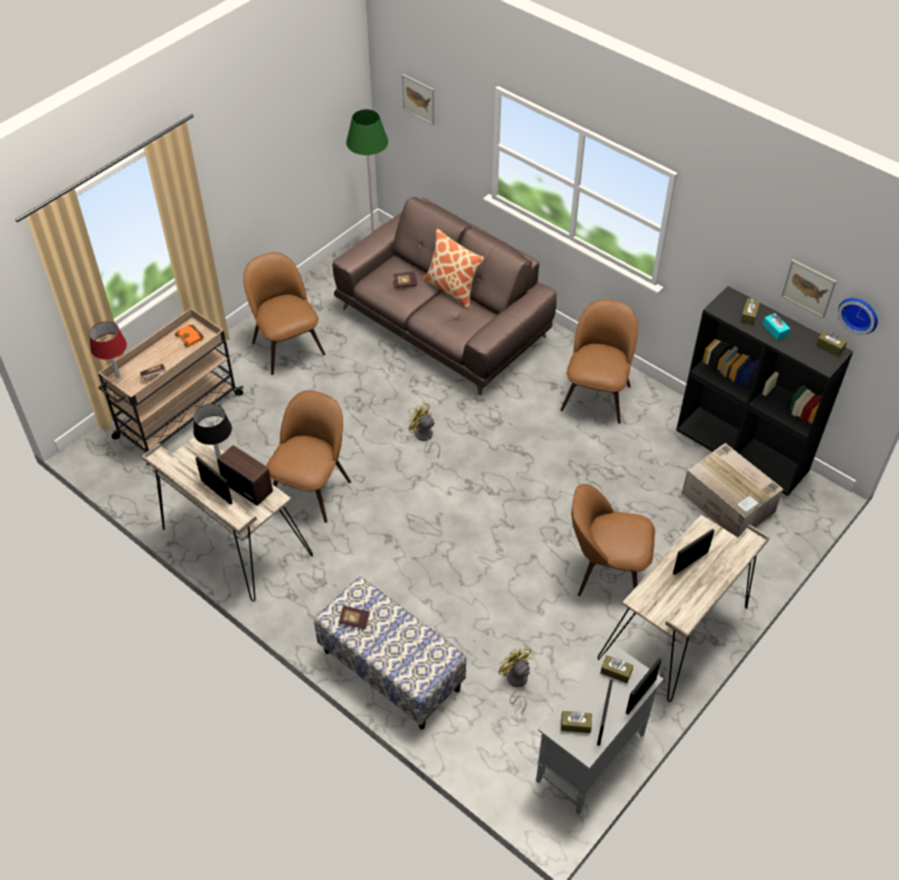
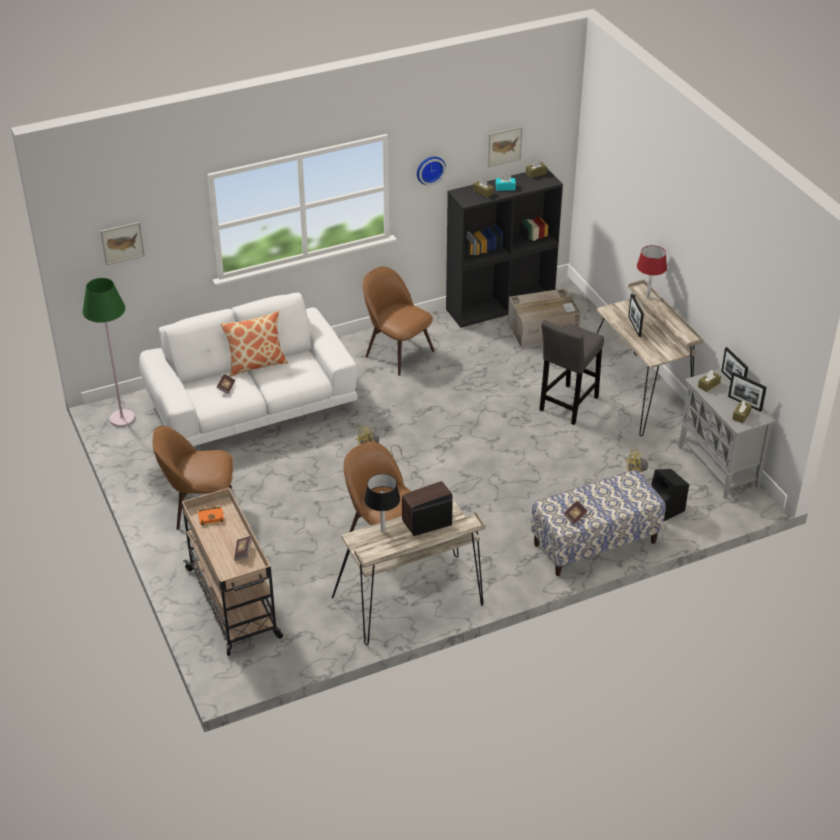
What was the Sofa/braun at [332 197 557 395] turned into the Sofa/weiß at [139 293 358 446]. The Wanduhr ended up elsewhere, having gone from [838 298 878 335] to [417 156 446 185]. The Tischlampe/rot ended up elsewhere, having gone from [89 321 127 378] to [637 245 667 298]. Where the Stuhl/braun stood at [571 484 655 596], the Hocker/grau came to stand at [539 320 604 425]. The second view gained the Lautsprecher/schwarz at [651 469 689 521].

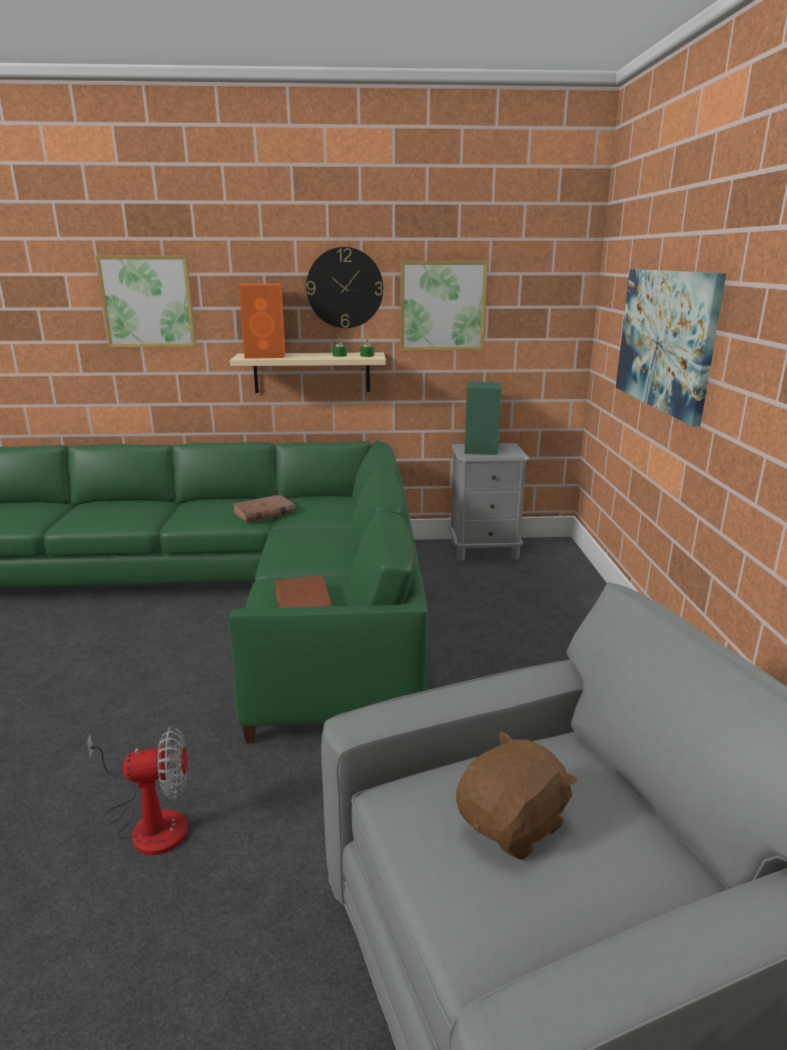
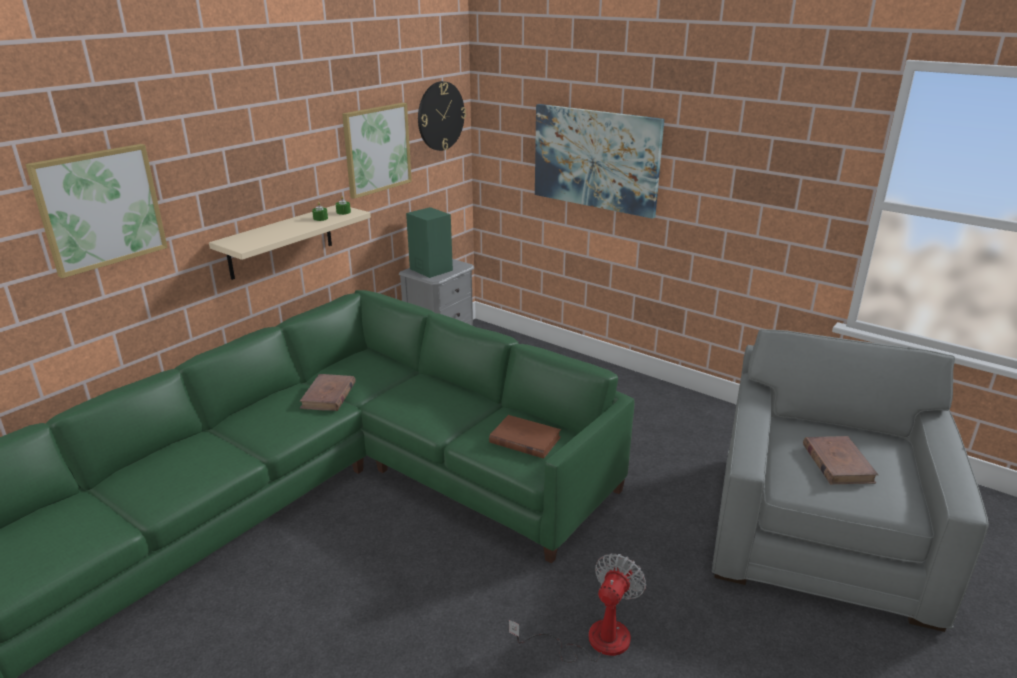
The Wanduhr ended up elsewhere, having gone from [306 247 383 328] to [418 81 466 151]. The second view lost the Lautsprecher/orange at [239 283 285 359]. Where the Plüschtier/braun stood at [456 731 578 860], the Buch/braun came to stand at [803 436 878 484].

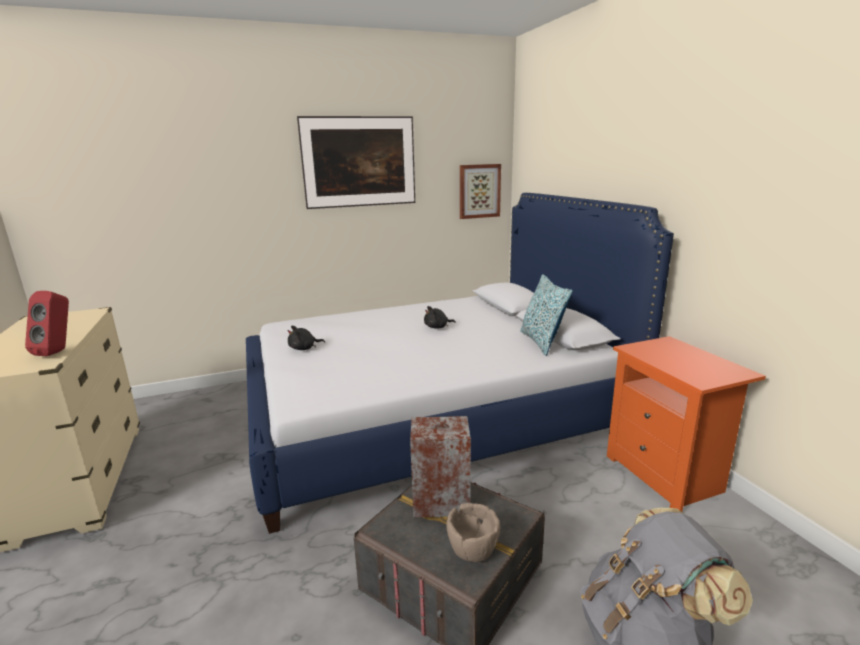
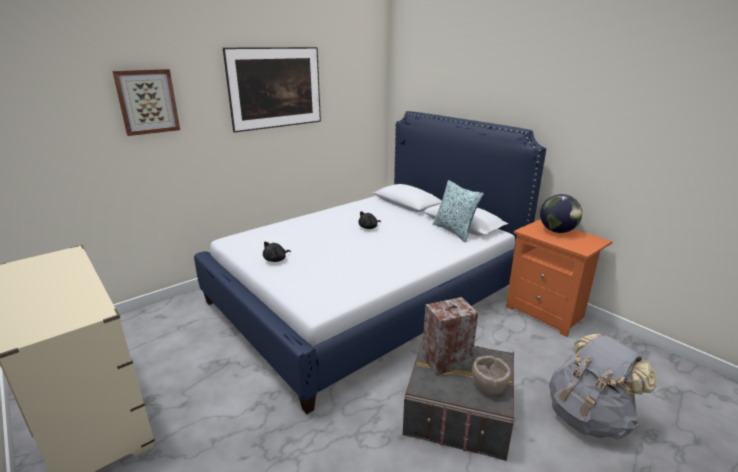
The Bild ended up elsewhere, having gone from [460 164 501 219] to [113 69 180 136]. The second view lost the Lautsprecher/rot at [25 291 69 356]. The second view gained the Globus at [540 194 582 233].

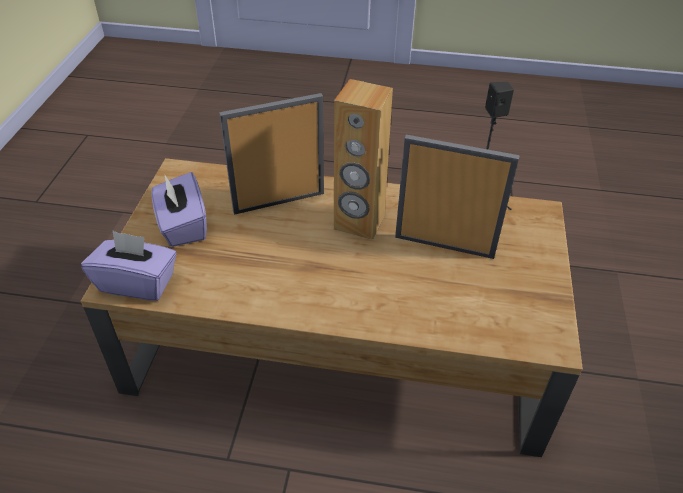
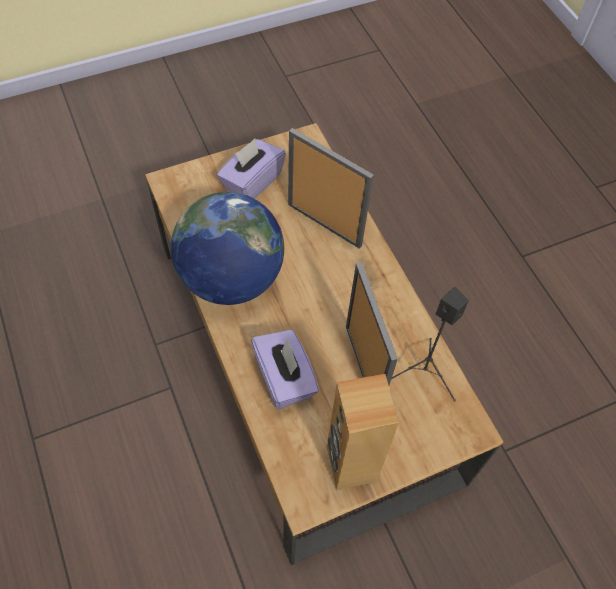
The Lautsprecher/braun ended up elsewhere, having gone from [334 79 393 240] to [327 374 399 490]. The Taschentuchbox/lila ended up elsewhere, having gone from [81 231 177 301] to [251 330 319 409]. The second view gained the Globus at [171 192 284 305].

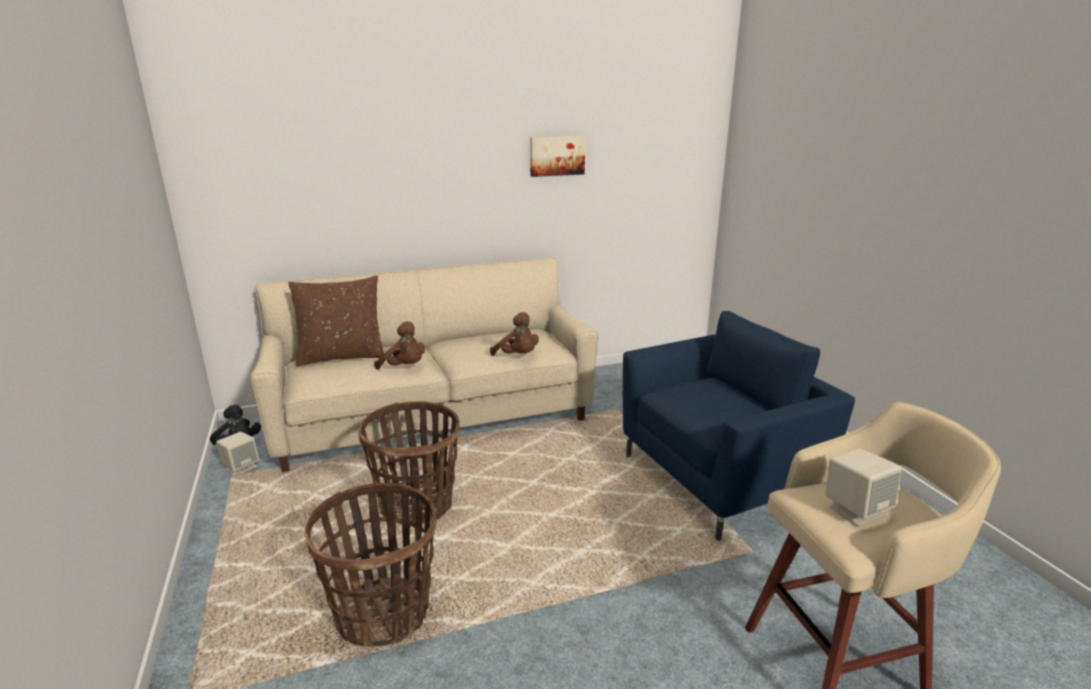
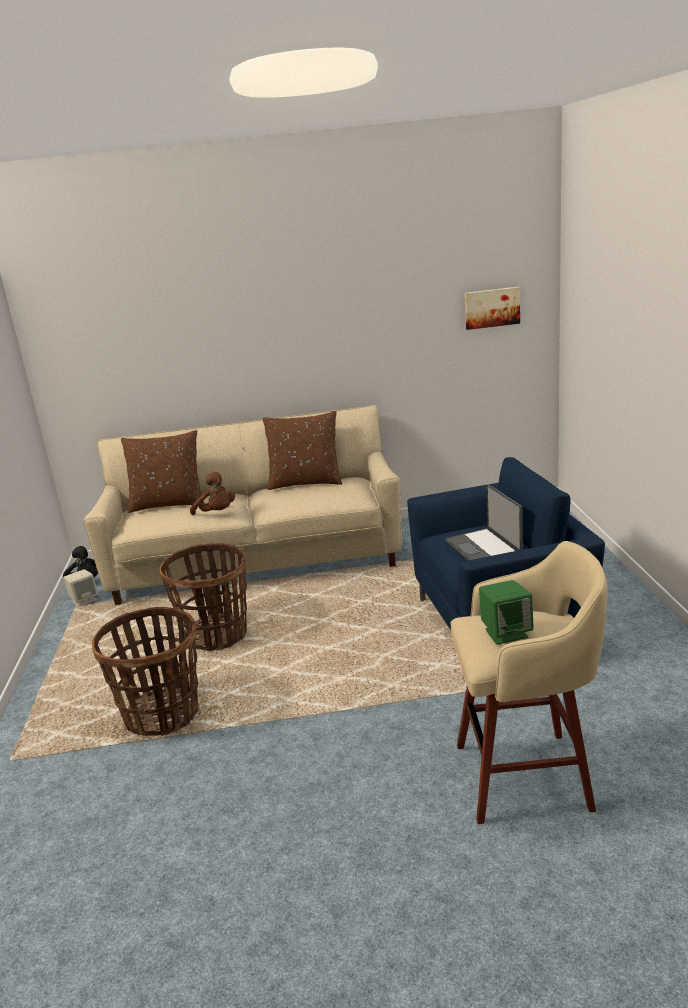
The Bild ended up elsewhere, having gone from [530 136 585 177] to [465 287 520 330]. The second view lost the Plüschtier/braun at [490 312 539 356]. What was the Lautsprecher/beige at [826 448 902 526] turned into the Lautsprecher/grün at [479 580 534 645]. The second view gained the Kissen/braun at [262 411 342 490]. The second view gained the Laptop at [445 484 523 560].

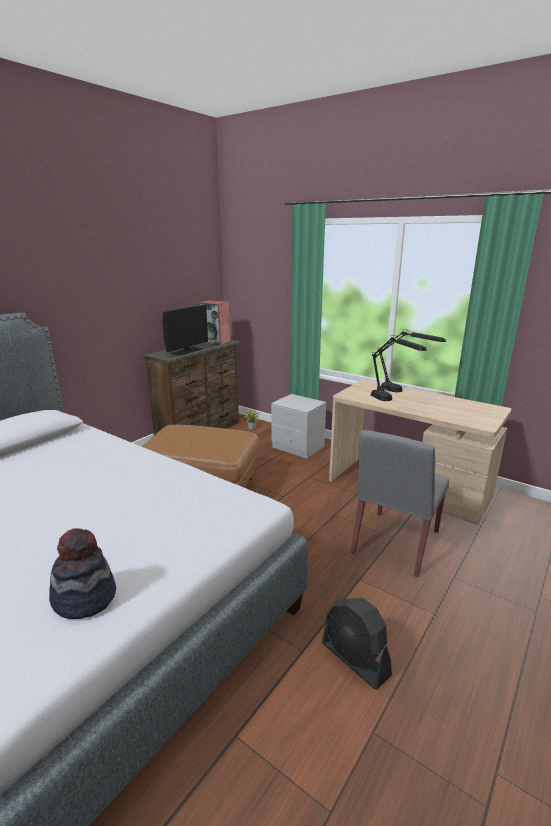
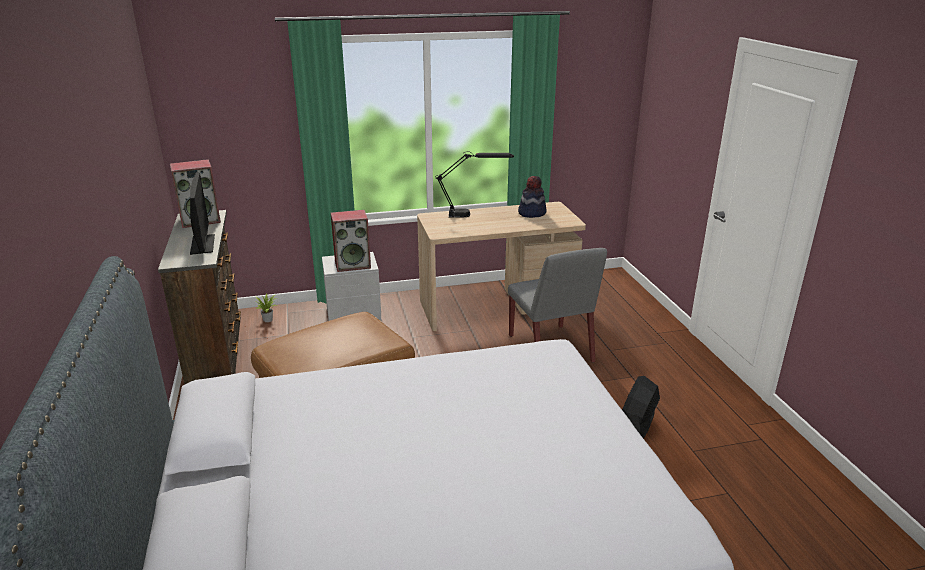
The second view lost the Tischlampe/schwarz at [370 335 427 401]. The Hut ended up elsewhere, having gone from [49 528 116 619] to [518 176 547 218]. The Ventilator/schwarz at [322 598 392 690] ended up facing another way, 120 degrees clockwise from before. The second view gained the Lautsprecher at [331 210 371 272].

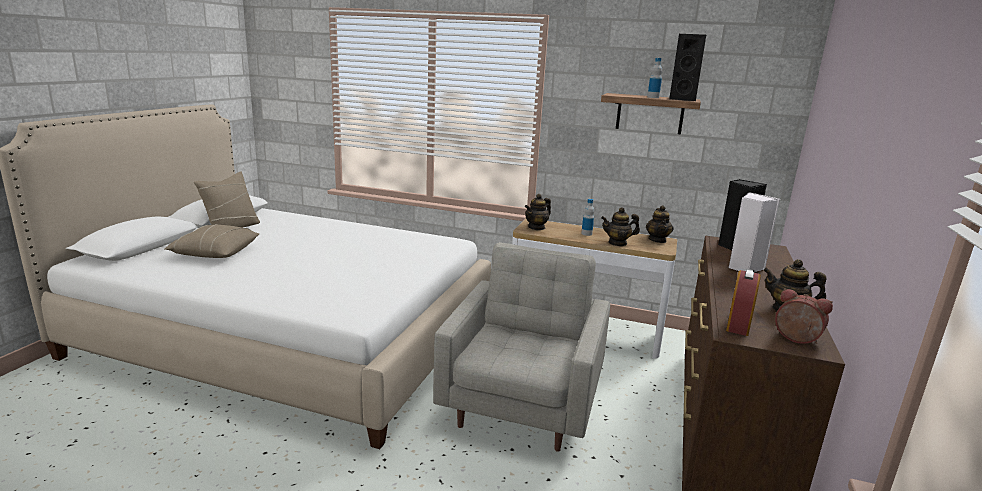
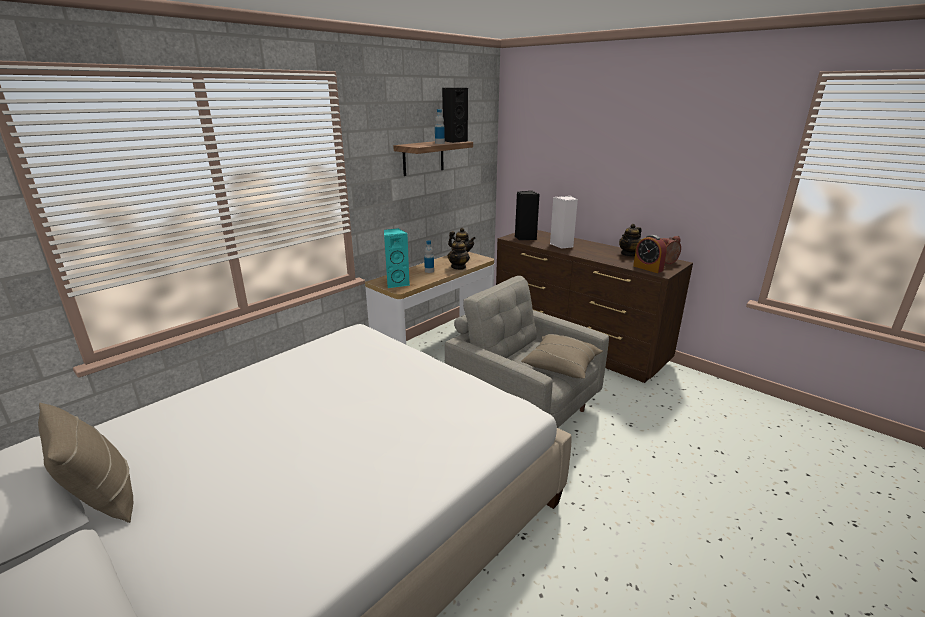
Where the Teekanne stood at [525 194 551 230], the Lautsprecher/türkis came to stand at [384 228 410 288]. The Kissen/beige ended up elsewhere, having gone from [165 224 259 258] to [521 334 603 379].

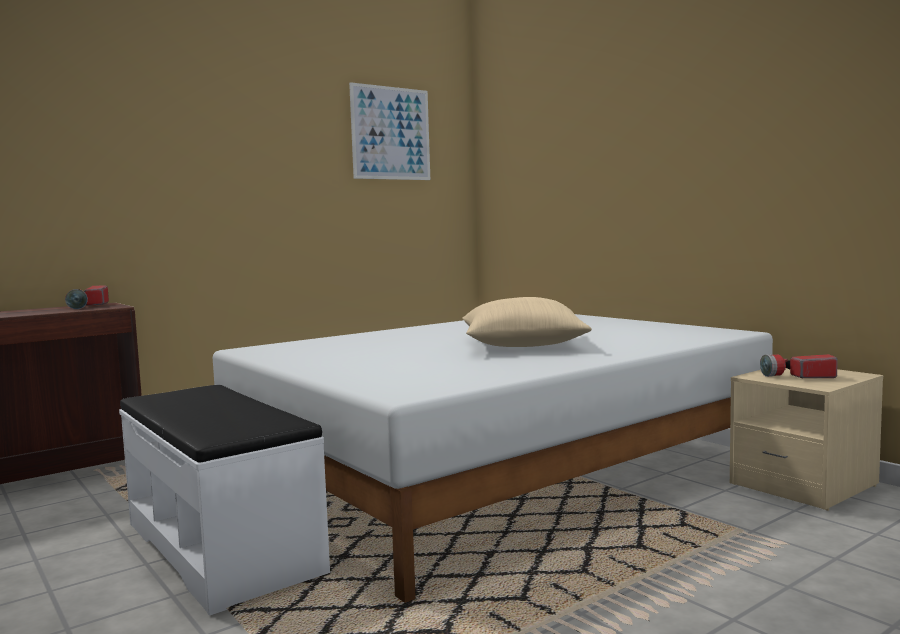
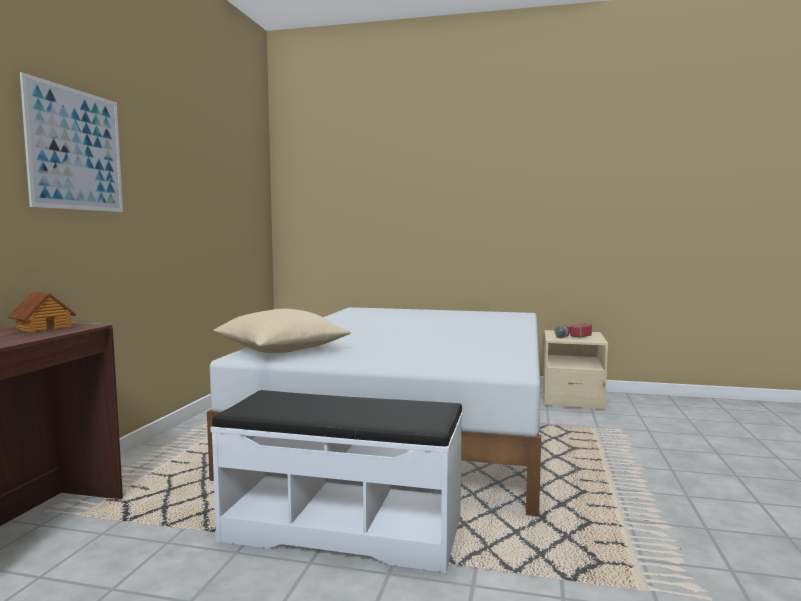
The Bild ended up elsewhere, having gone from [349 82 430 180] to [20 72 123 212]. Where the Taschenlampe stood at [65 285 109 309], the Spielzeughaus came to stand at [8 291 76 332]. The Kissen/beige ended up elsewhere, having gone from [462 297 592 347] to [213 309 350 353].

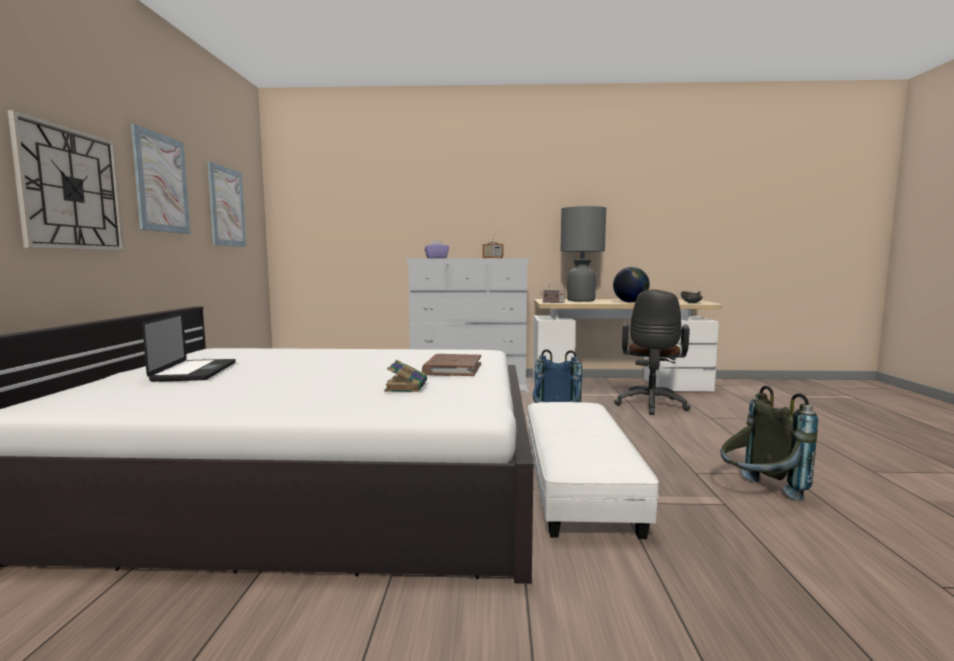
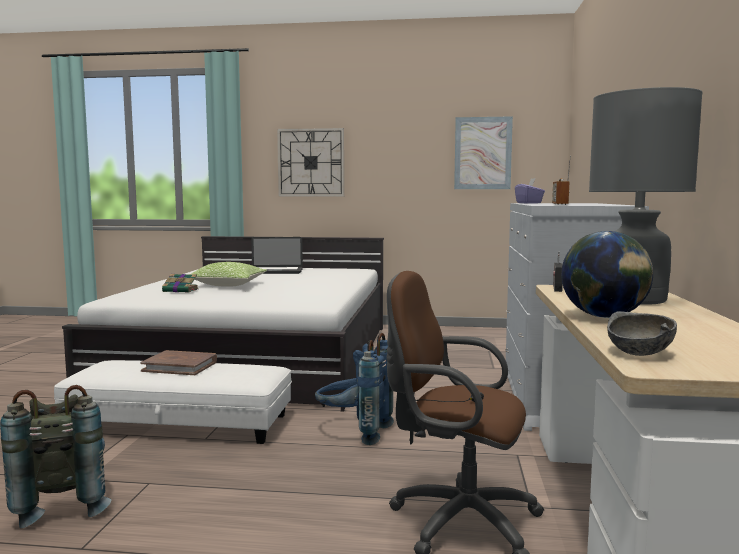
The second view lost the Bild at [131 124 190 234]. The Buch/braun ended up elsewhere, having gone from [422 354 481 376] to [140 350 217 375]. The second view gained the Kissen at [189 262 267 287].

